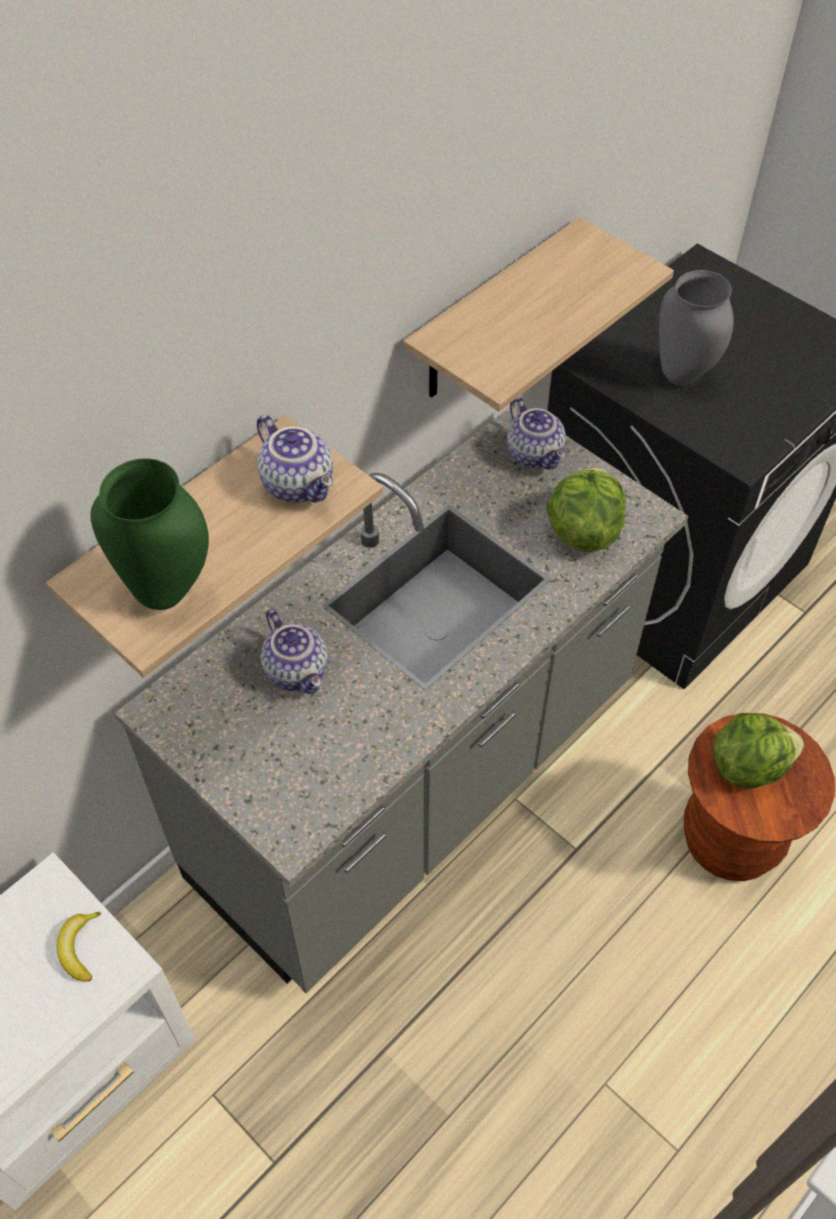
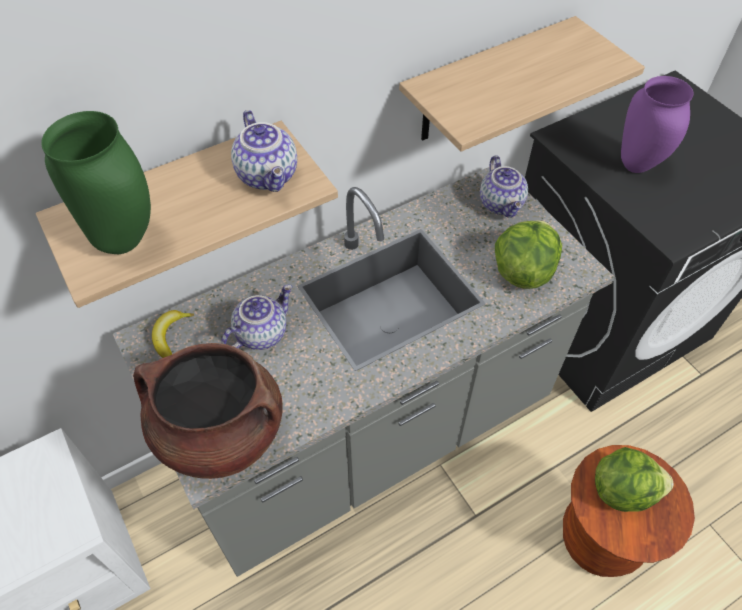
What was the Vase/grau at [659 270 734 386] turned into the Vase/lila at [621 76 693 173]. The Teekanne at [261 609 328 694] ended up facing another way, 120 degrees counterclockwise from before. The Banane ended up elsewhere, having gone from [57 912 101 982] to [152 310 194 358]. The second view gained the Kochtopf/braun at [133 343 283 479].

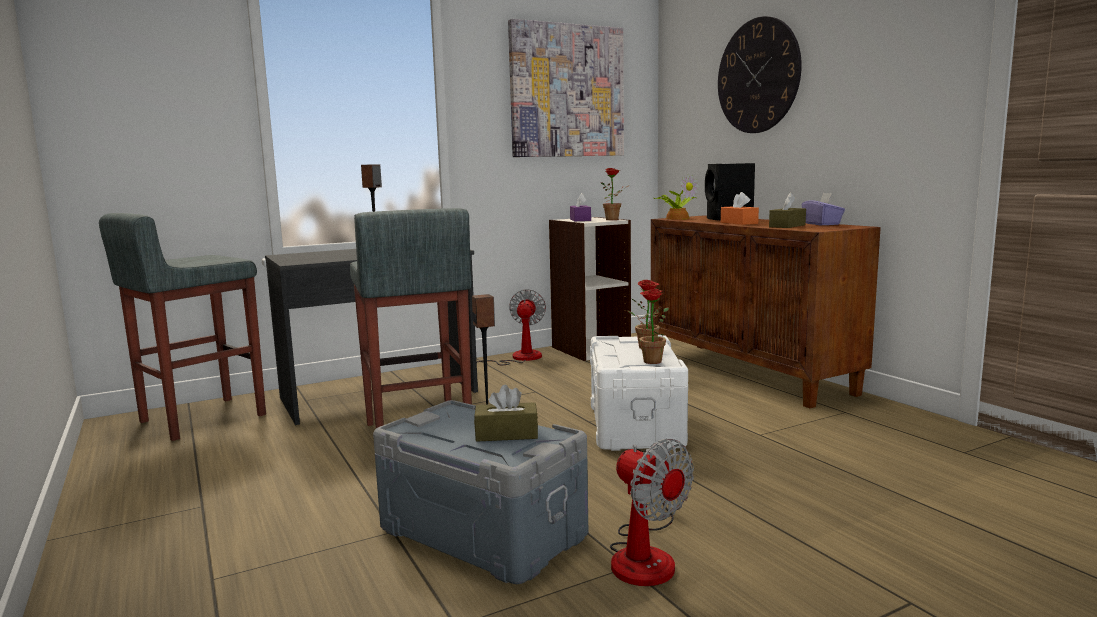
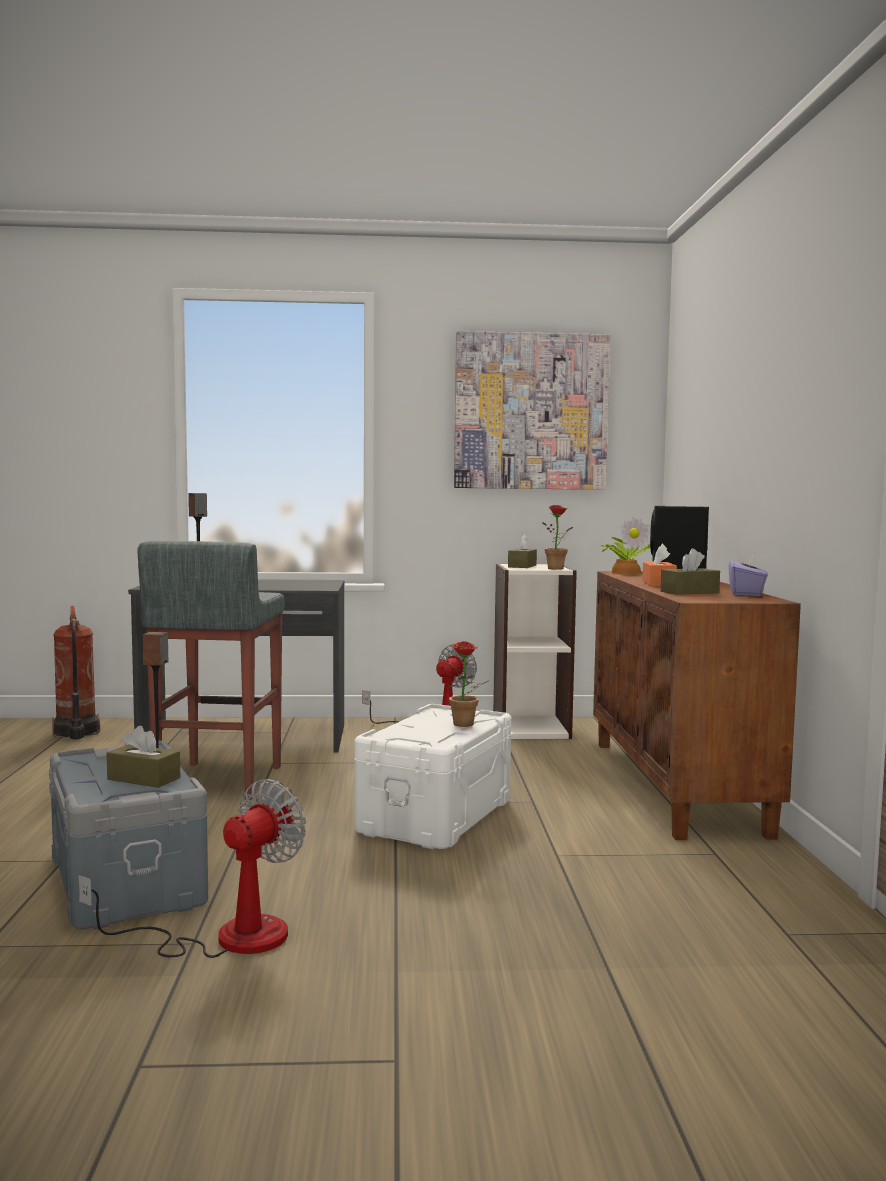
The second view lost the Wanduhr at [718 16 802 133]. What was the Taschentuchbox/lila at [570 193 591 221] turned into the Taschentuchbox/braun at [508 534 537 568]. Where the Hocker/grau stood at [99 213 266 441], the Feuerlöscher came to stand at [52 606 100 739]. The second view lost the Topfpflanze at [627 289 669 364]. The Ventilator at [610 439 694 586] ended up facing another way, 135 degrees counterclockwise from before.

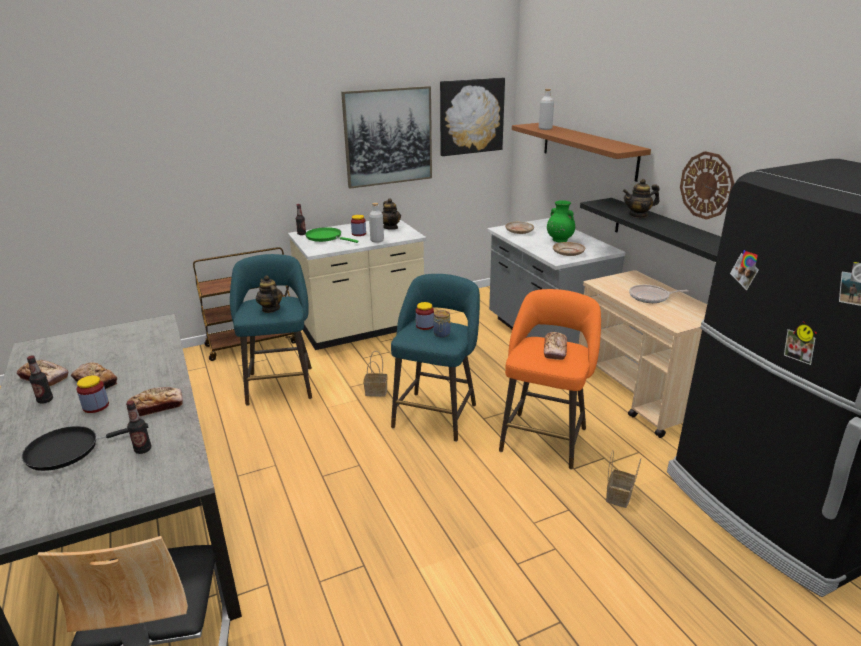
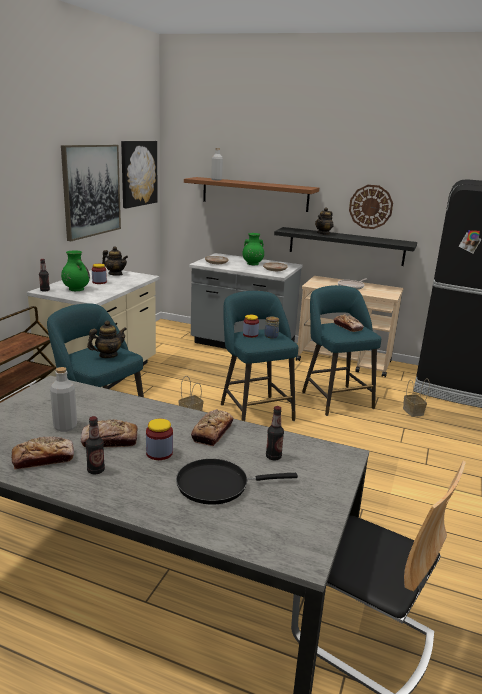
The Flasche/grau ended up elsewhere, having gone from [369 203 384 243] to [50 367 77 432]. Where the Pfanne/grün stood at [305 227 358 243], the Vase/grün came to stand at [61 250 90 291]. The Teekanne at [256 275 283 313] ended up facing another way, 135 degrees clockwise from before. What was the Hocker/orange at [499 289 601 470] turned into the Hocker/türkis at [302 285 381 416]. The Pfanne/schwarz at [22 423 148 471] ended up facing another way, 60 degrees clockwise from before.

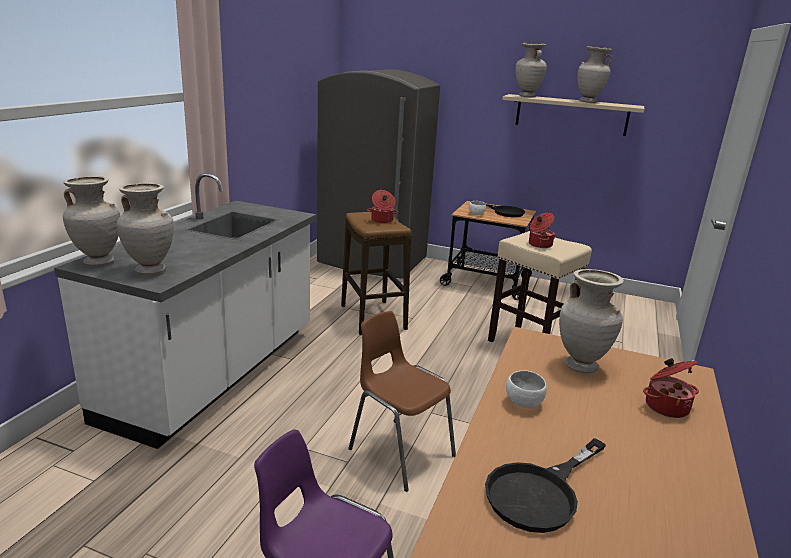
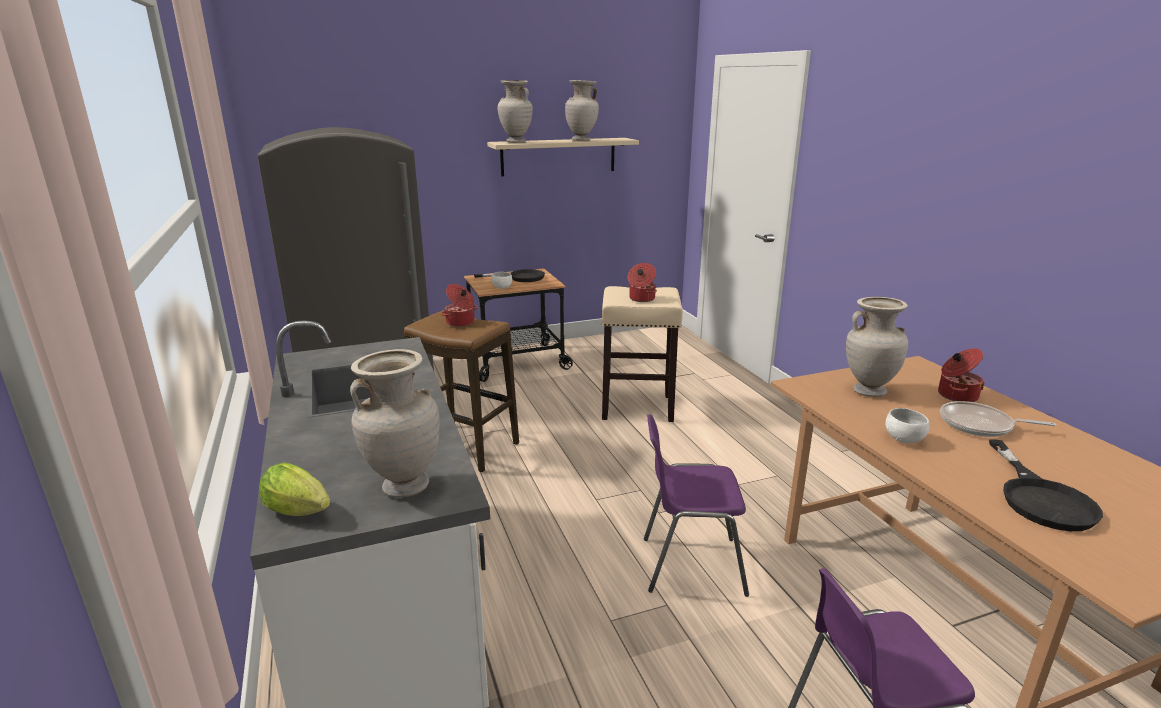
Where the Vase/beige stood at [63 176 120 266], the Salatkopf came to stand at [259 462 330 516]. What was the Stuhl/braun at [348 311 456 492] turned into the Stuhl/lila at [644 414 749 597]. The second view gained the Pfanne at [940 401 1056 437].

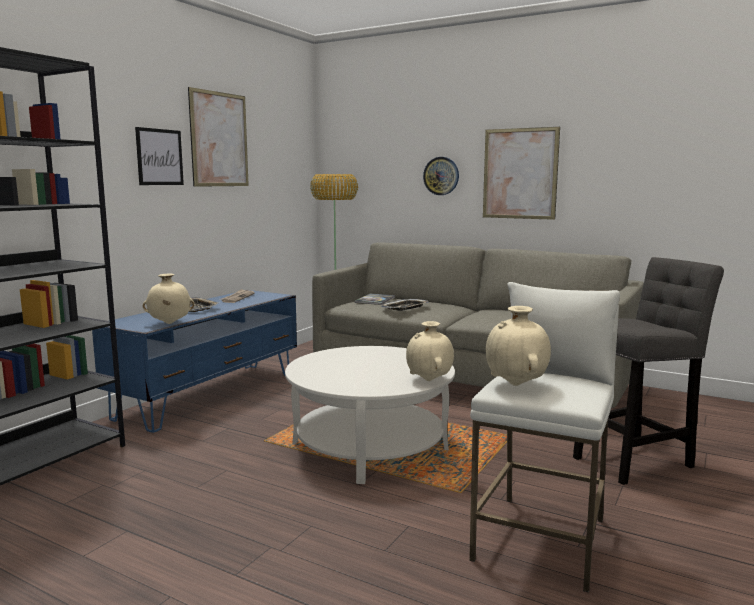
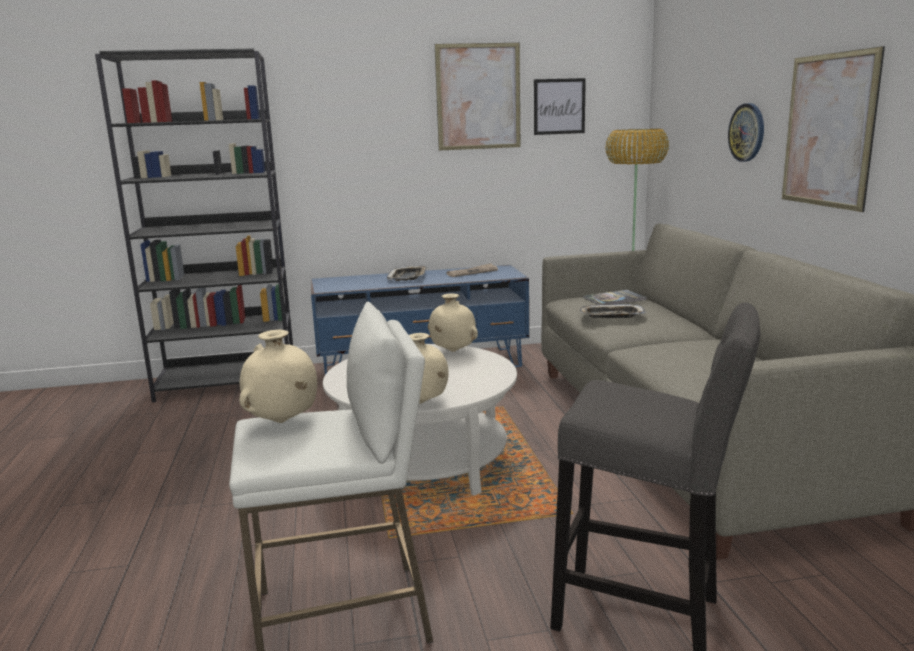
The Bild ended up elsewhere, having gone from [135 127 184 185] to [534 78 586 135]. The Vase/beige ended up elsewhere, having gone from [143 274 194 324] to [428 294 478 352].

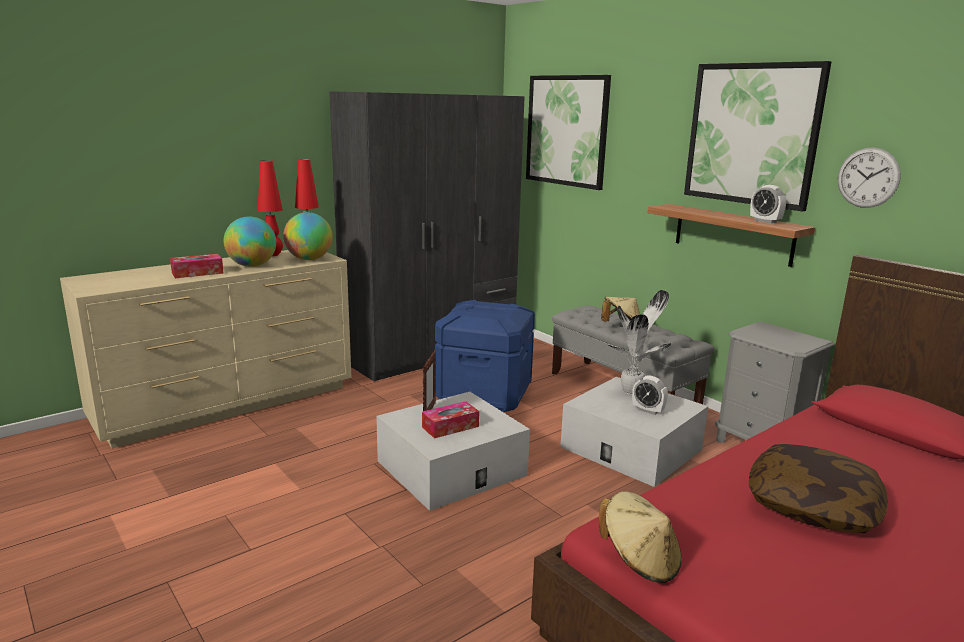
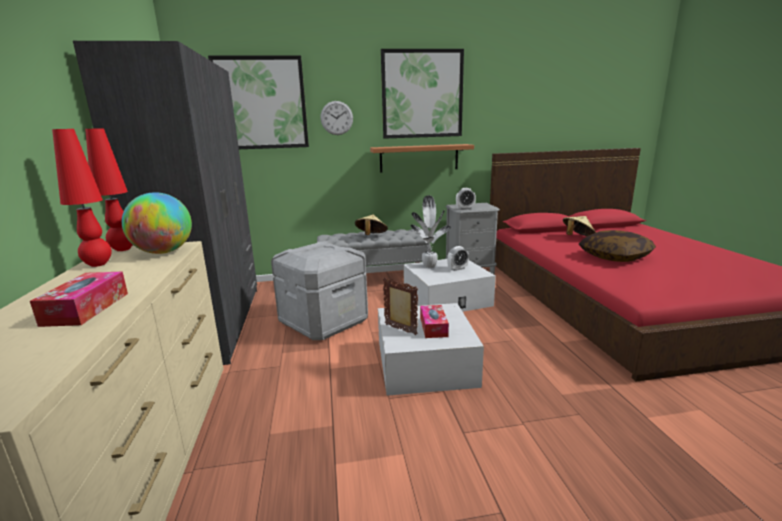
The Wanduhr ended up elsewhere, having gone from [838 148 901 208] to [320 101 353 135]. The Wecker ended up elsewhere, having gone from [750 185 786 223] to [456 188 476 210]. The second view lost the Globus at [224 216 276 267]. What was the Aufbewahrungsbox/blau at [435 300 535 412] turned into the Aufbewahrungsbox/grau at [271 241 368 340]. The Hut/beige ended up elsewhere, having gone from [599 491 682 583] to [563 216 596 236].

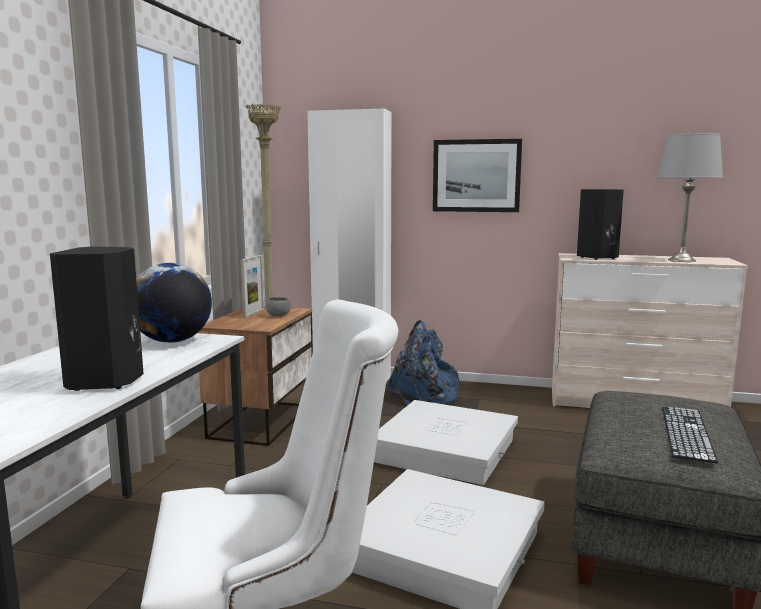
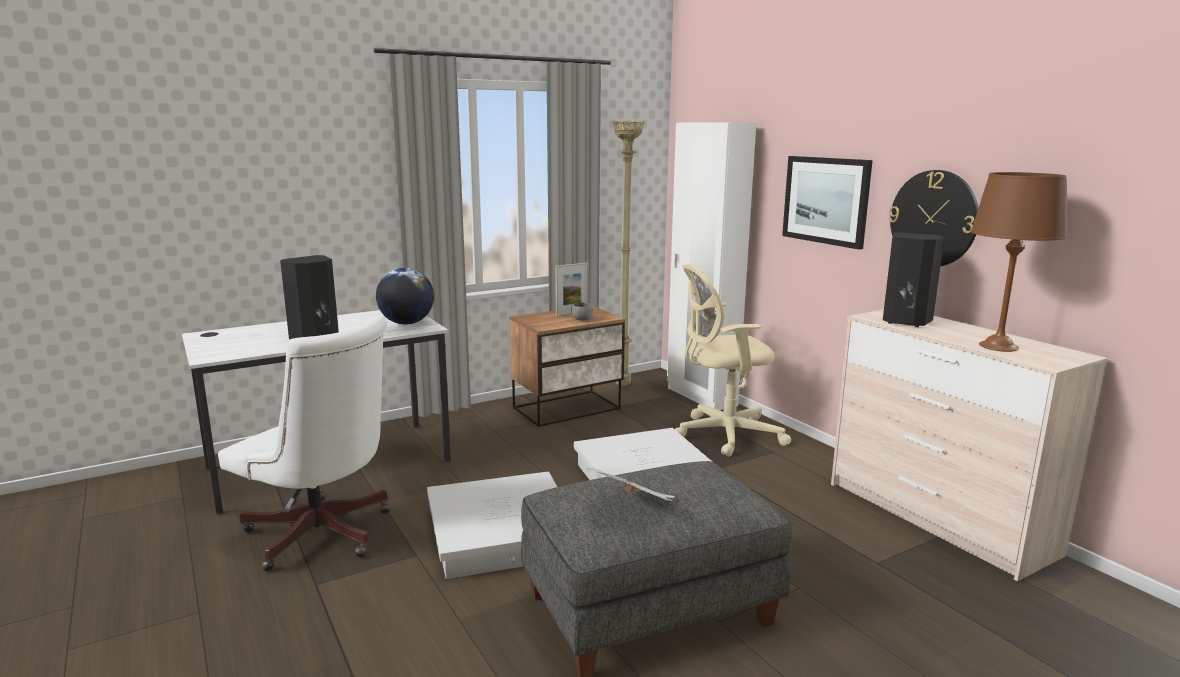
What was the Tischlampe/grau at [657 133 723 262] turned into the Tischlampe/braun at [971 172 1066 352]. Where the Rucksack/blau stood at [388 320 462 406], the Bürostuhl/beige came to stand at [675 264 791 457]. Where the Tastatur stood at [662 407 718 463], the Zeitung came to stand at [587 468 675 501]. The second view gained the Wanduhr at [889 170 979 266].

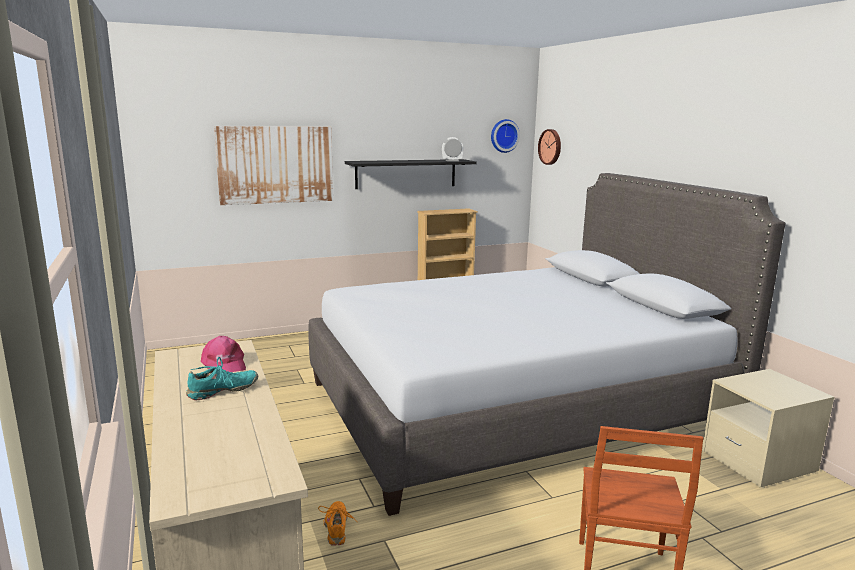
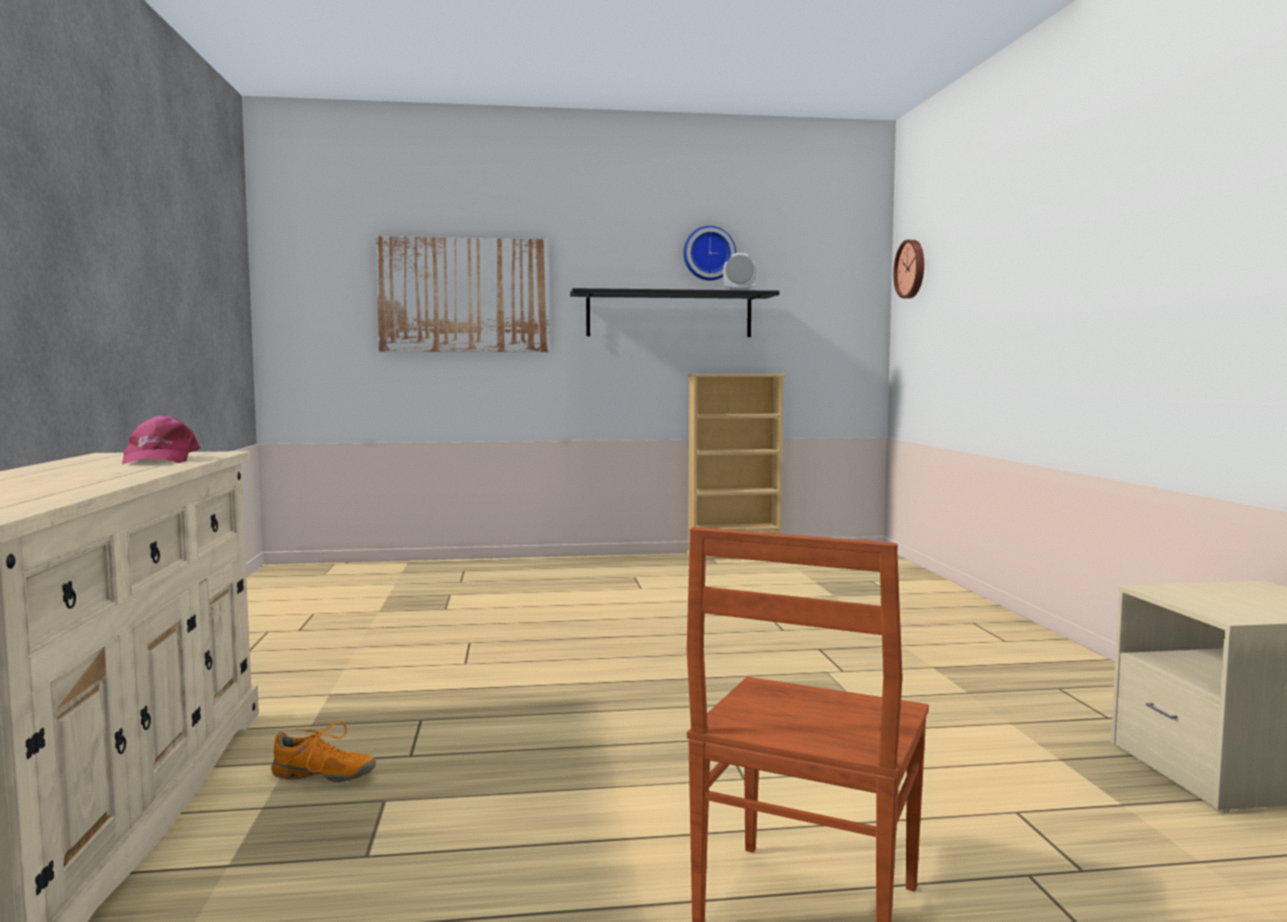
The Wanduhr ended up elsewhere, having gone from [491 119 520 153] to [683 226 736 280]. The second view lost the Bett/grau at [308 173 786 516]. The second view lost the Schuh/türkis at [186 357 258 400]. The Schuh/orange at [318 501 357 546] ended up facing another way, 90 degrees clockwise from before.

